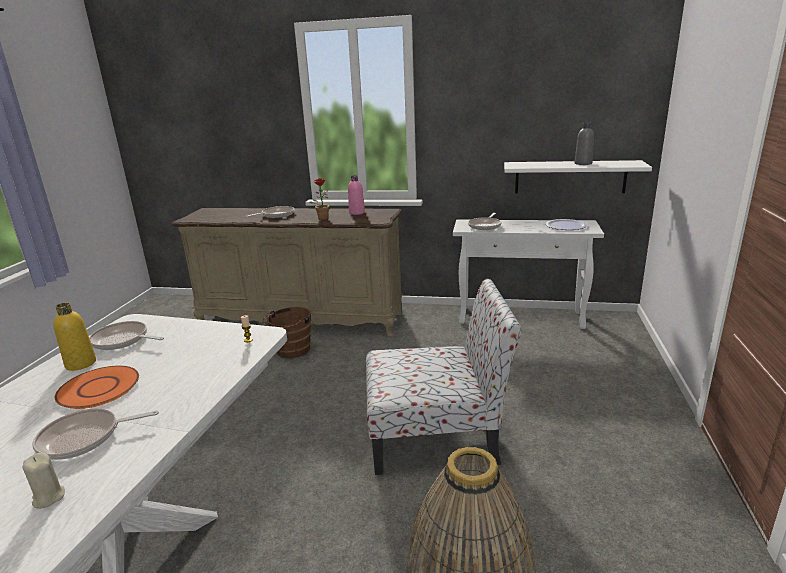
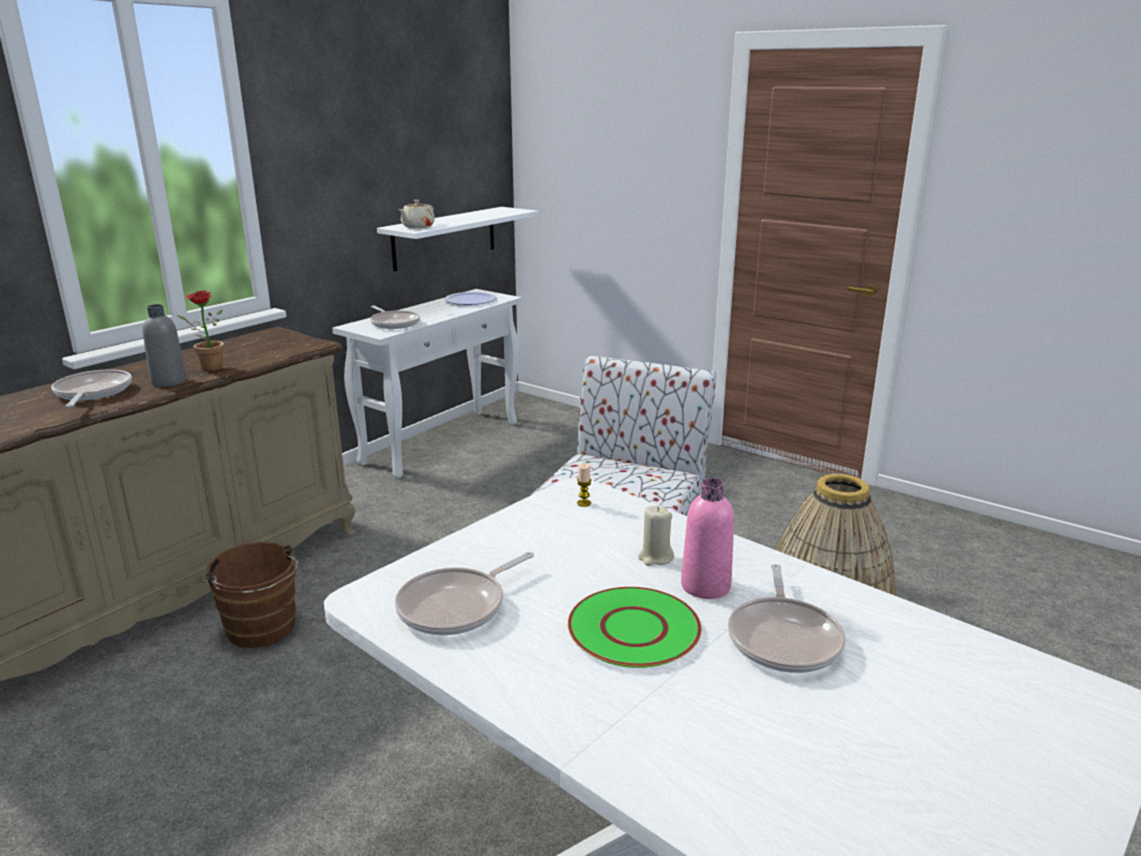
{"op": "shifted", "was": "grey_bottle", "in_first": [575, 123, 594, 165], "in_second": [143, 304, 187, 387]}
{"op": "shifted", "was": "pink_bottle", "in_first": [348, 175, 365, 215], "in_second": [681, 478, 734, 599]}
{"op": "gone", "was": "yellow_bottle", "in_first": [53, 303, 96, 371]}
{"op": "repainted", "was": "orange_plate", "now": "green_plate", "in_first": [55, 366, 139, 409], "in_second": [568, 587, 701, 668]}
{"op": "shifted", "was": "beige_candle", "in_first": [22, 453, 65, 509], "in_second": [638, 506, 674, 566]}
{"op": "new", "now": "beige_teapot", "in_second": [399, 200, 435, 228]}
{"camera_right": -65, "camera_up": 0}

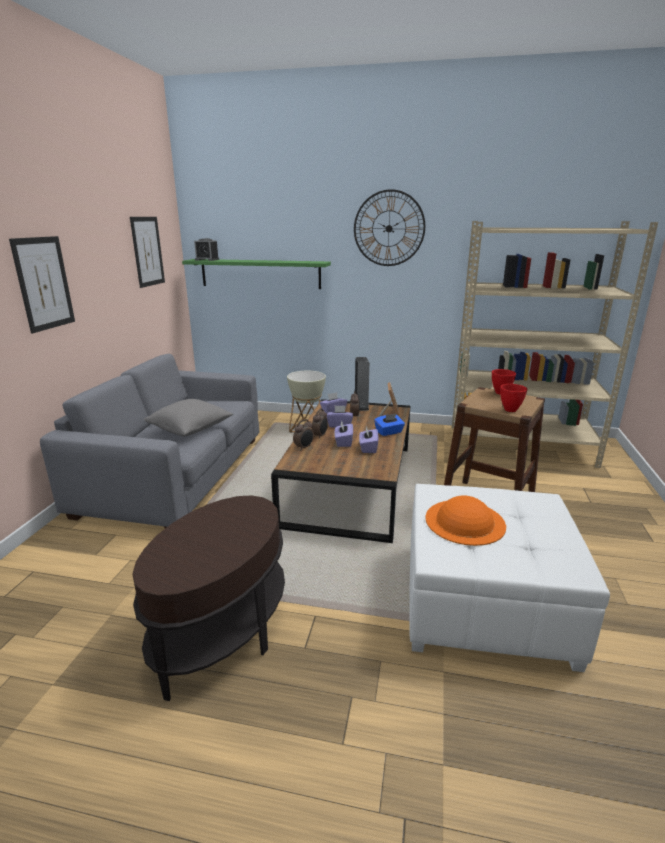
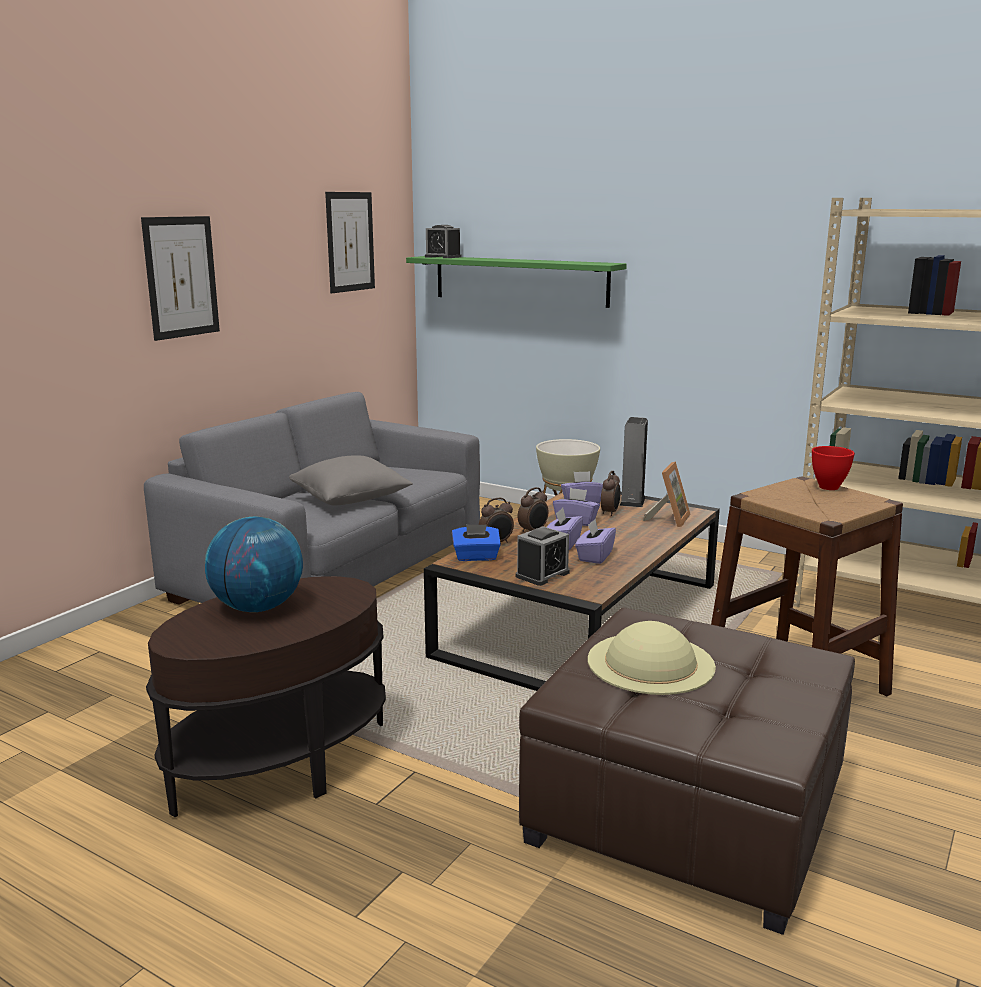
{"op": "gone", "was": "wall_clock", "in_first": [354, 189, 425, 266]}
{"op": "gone", "was": "red_bowl", "in_first": [500, 384, 527, 412]}
{"op": "shifted", "was": "blue_tissue_box", "in_first": [374, 414, 405, 436], "in_second": [452, 524, 501, 561]}
{"op": "repainted", "was": "white_ottoman", "now": "brown_ottoman", "in_first": [409, 484, 610, 672], "in_second": [519, 607, 855, 935]}
{"op": "repainted", "was": "orange_hat", "now": "beige_hat", "in_first": [425, 495, 506, 546], "in_second": [588, 621, 716, 695]}
{"op": "new", "now": "globe", "in_second": [205, 517, 303, 612]}
{"op": "new", "now": "alarm_clock", "in_second": [516, 526, 570, 586]}
{"camera_right": 20, "camera_up": -5}

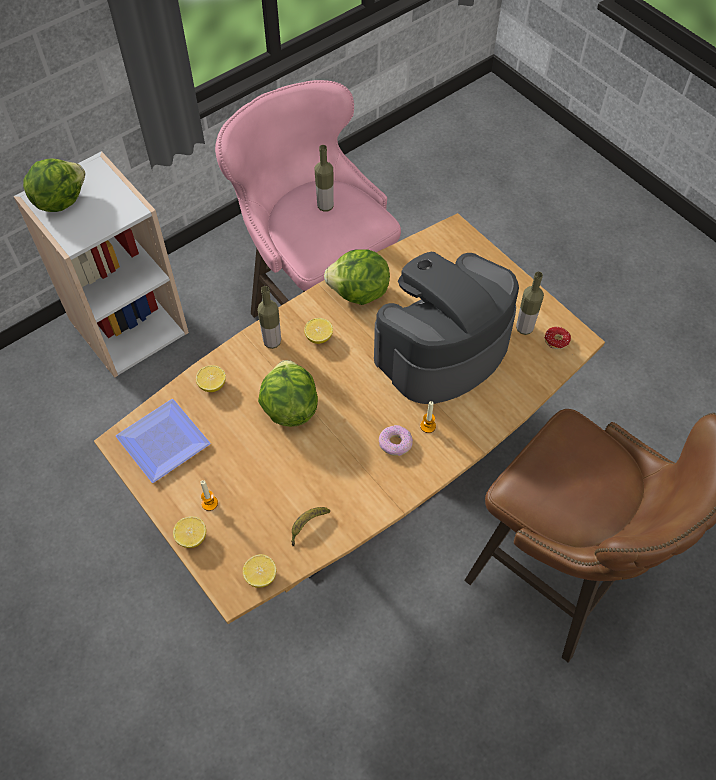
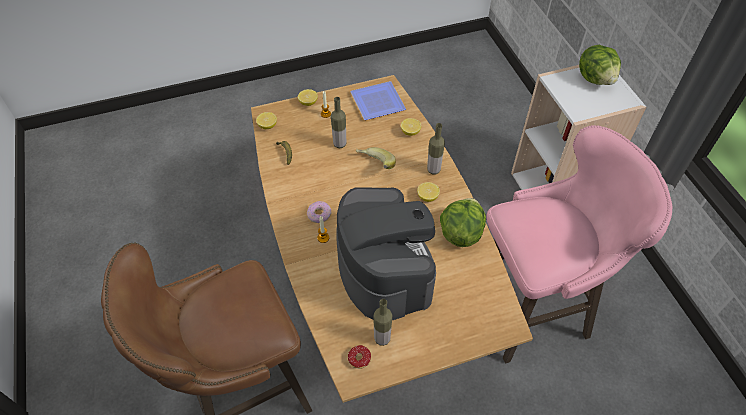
{"op": "shifted", "was": "bottle", "in_first": [315, 145, 334, 212], "in_second": [331, 97, 346, 148]}
{"op": "swapped", "was": "lettuce", "now": "banana", "in_first": [258, 360, 318, 427], "in_second": [356, 147, 396, 169]}
{"camera_right": 110, "camera_up": -5}

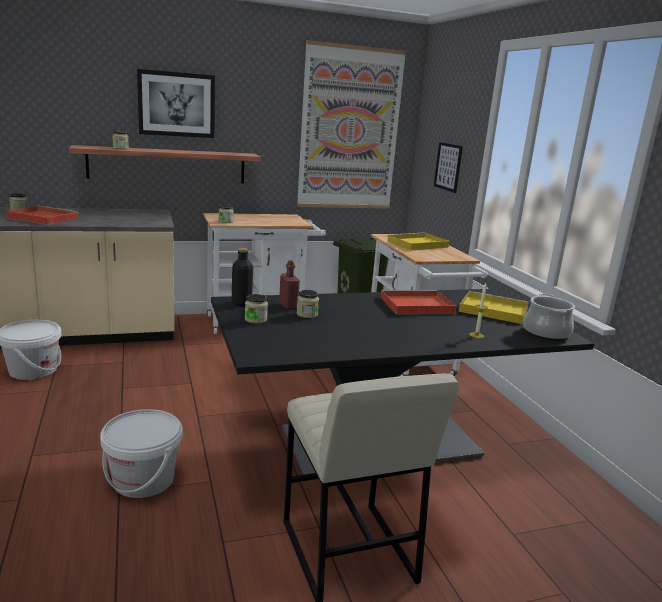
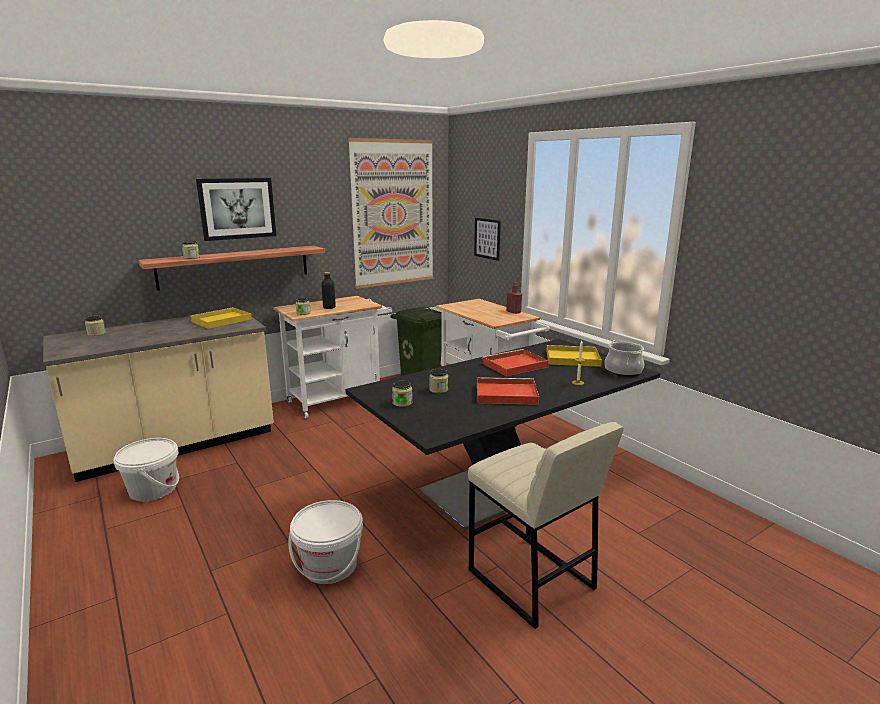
{"op": "shifted", "was": "red_tray", "in_first": [7, 205, 79, 225], "in_second": [477, 377, 539, 405]}
{"op": "shifted", "was": "yellow_tray", "in_first": [387, 232, 449, 250], "in_second": [190, 307, 252, 329]}
{"op": "shifted", "was": "black_bottle", "in_first": [232, 248, 253, 306], "in_second": [321, 272, 336, 309]}
{"op": "shifted", "was": "red_bottle", "in_first": [279, 260, 300, 309], "in_second": [506, 282, 522, 314]}
{"camera_right": -15, "camera_up": 0}

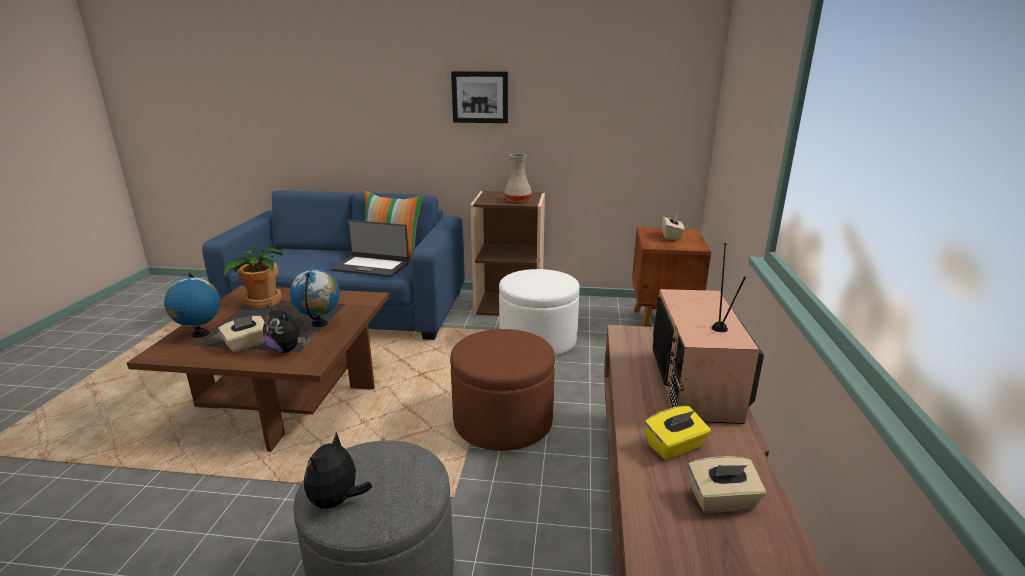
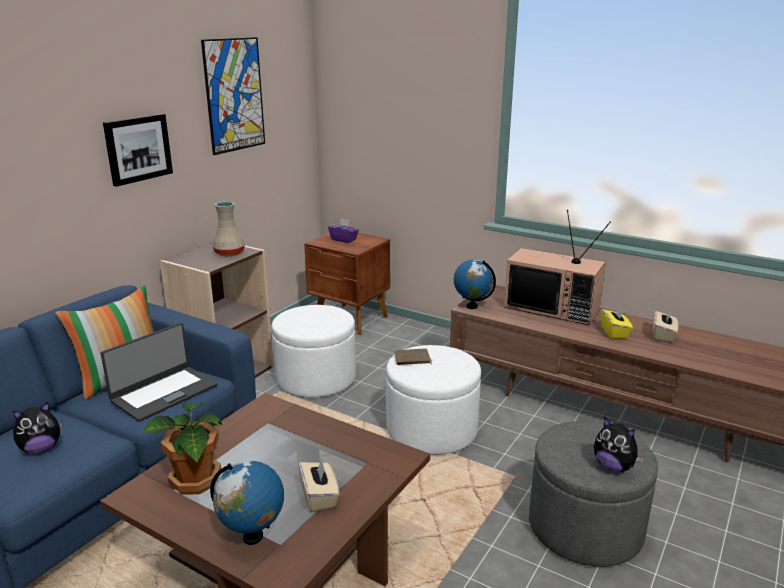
{"op": "repainted", "was": "beige_tissue_box", "now": "purple_tissue_box", "in_first": [662, 214, 684, 240], "in_second": [328, 219, 359, 243]}
{"op": "shifted", "was": "globe", "in_first": [290, 269, 340, 327], "in_second": [454, 260, 496, 309]}
{"op": "shifted", "was": "plush_toy", "in_first": [263, 305, 305, 353], "in_second": [13, 402, 62, 453]}
{"op": "repainted", "was": "brown_ottoman", "now": "white_ottoman", "in_first": [450, 329, 555, 451], "in_second": [386, 345, 481, 455]}
{"op": "new", "now": "picture", "in_second": [201, 37, 265, 155]}
{"op": "new", "now": "brown_book", "in_second": [394, 348, 433, 365]}
{"camera_right": -65, "camera_up": 0}

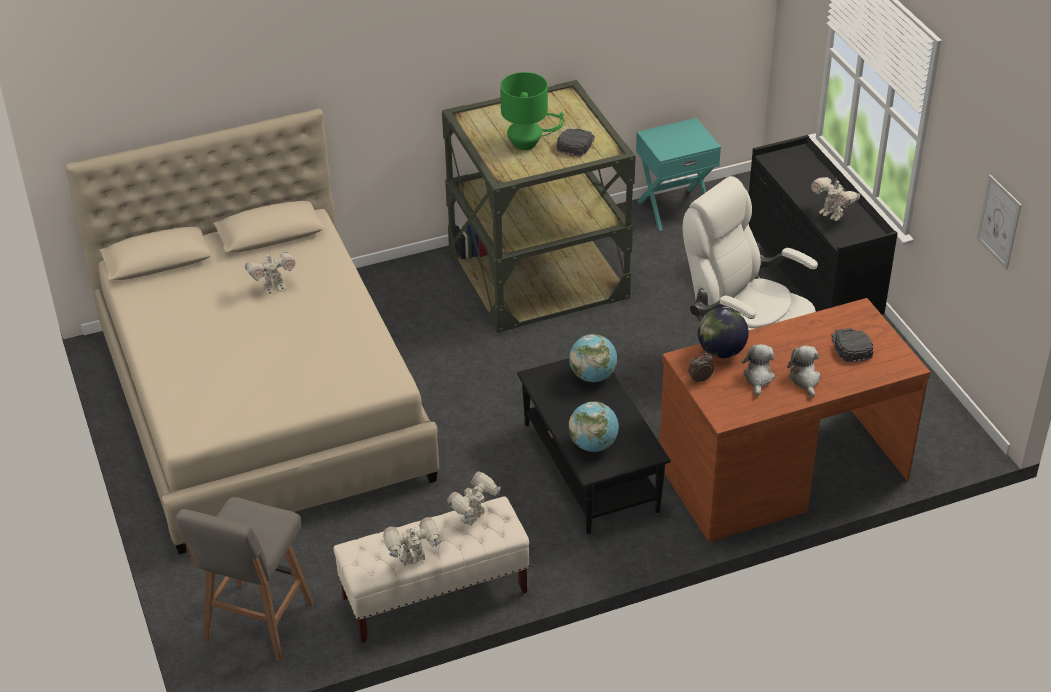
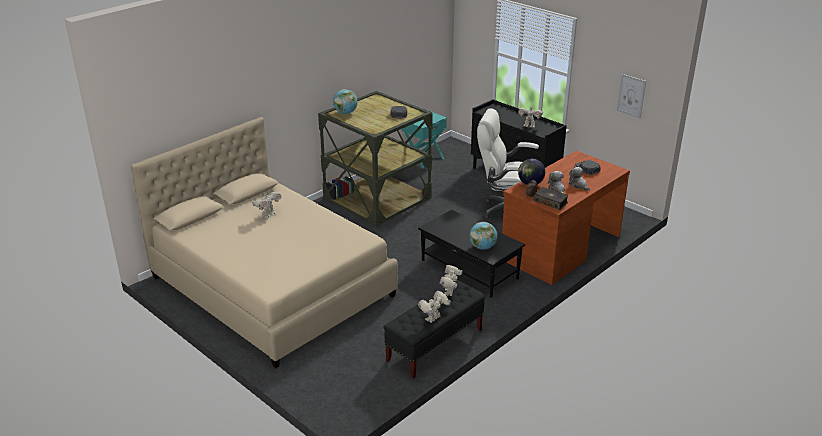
{"op": "gone", "was": "green_table_lamp", "in_first": [500, 72, 565, 150]}
{"op": "shifted", "was": "globe", "in_first": [569, 334, 617, 382], "in_second": [333, 89, 358, 114]}
{"op": "repainted", "was": "beige_bench", "now": "black_bench", "in_first": [333, 496, 530, 643], "in_second": [384, 280, 485, 379]}
{"op": "gone", "was": "grey_stool", "in_first": [176, 497, 314, 661]}
{"op": "new", "now": "book", "in_second": [534, 187, 568, 210]}
{"camera_right": -25, "camera_up": -10}

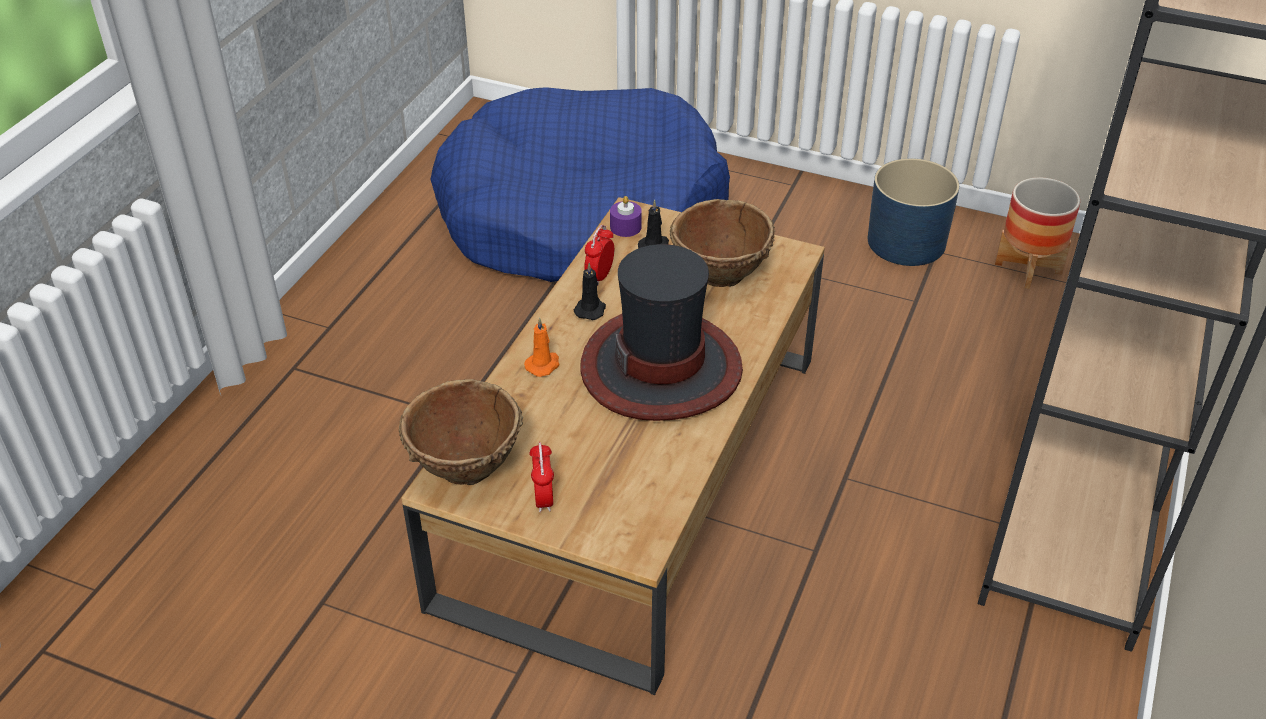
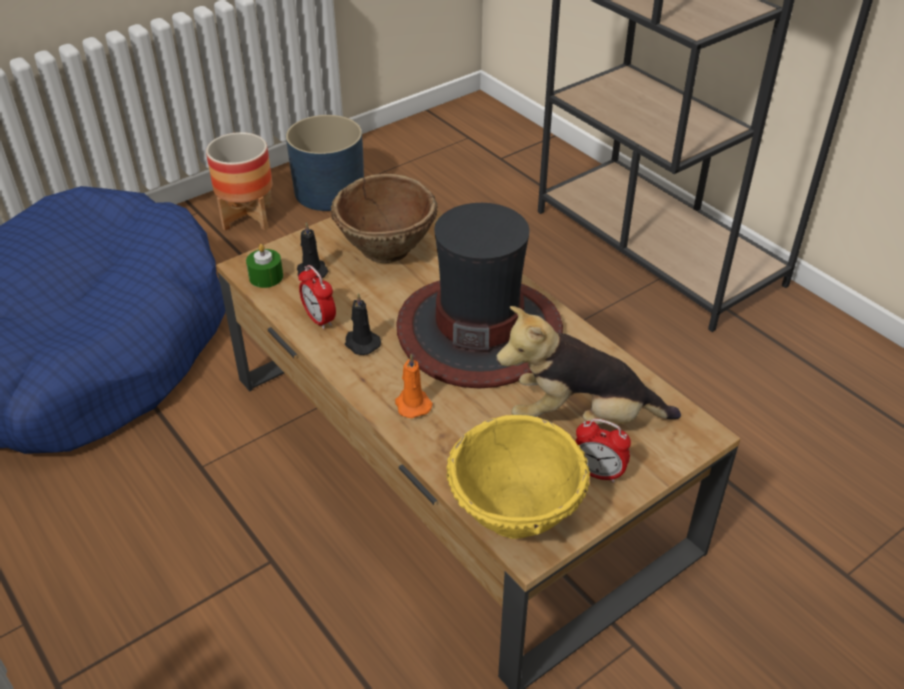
{"op": "shifted", "was": "planter", "in_first": [995, 178, 1080, 289], "in_second": [206, 132, 273, 231]}
{"op": "repainted", "was": "purple_candle", "now": "green_candle", "in_first": [610, 196, 642, 237], "in_second": [246, 244, 283, 288]}
{"op": "repainted", "was": "brown_bowl", "now": "yellow_bowl", "in_first": [399, 379, 523, 485], "in_second": [446, 415, 590, 539]}
{"op": "new", "now": "plush_toy", "in_second": [496, 306, 681, 424]}
{"camera_right": -60, "camera_up": 0}

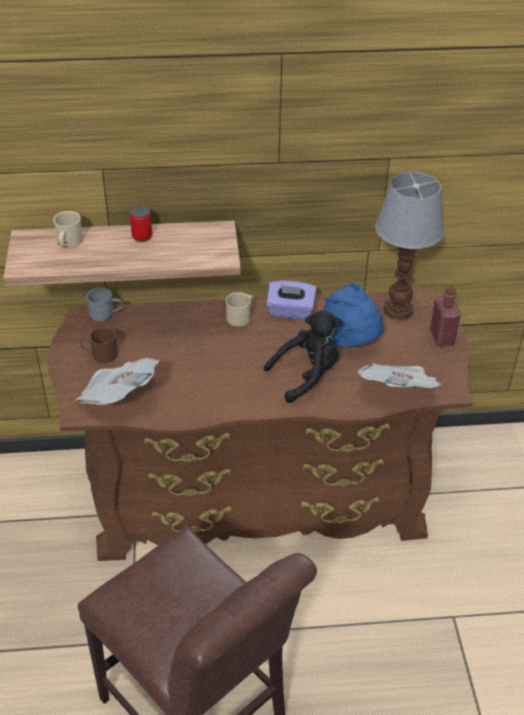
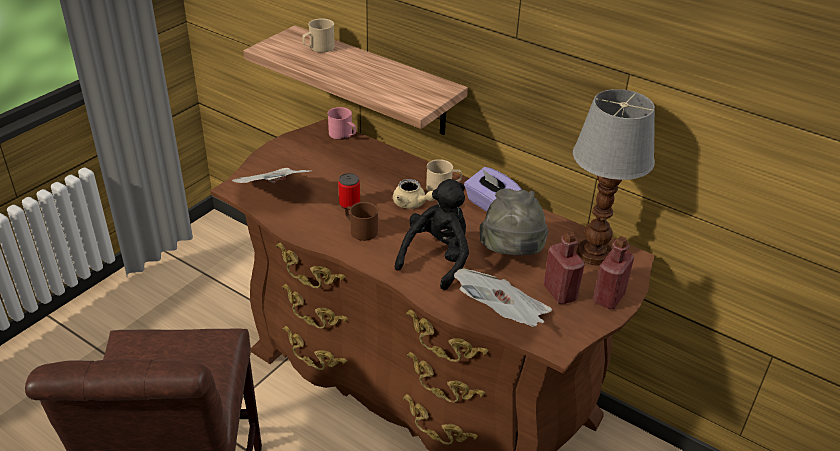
{"op": "shifted", "was": "can", "in_first": [130, 205, 152, 242], "in_second": [338, 173, 360, 210]}
{"op": "repainted", "was": "blue_hat", "now": "grey_hat", "in_first": [323, 283, 384, 347], "in_second": [480, 188, 548, 255]}
{"op": "repainted", "was": "grey_mug", "now": "pink_mug", "in_first": [86, 287, 122, 322], "in_second": [327, 107, 356, 140]}
{"op": "rotated", "was": "black_plush_toy", "in_first": [264, 310, 342, 403], "in_second": [395, 179, 469, 290], "clockwise": -75}
{"op": "shifted", "was": "brown_mug", "in_first": [81, 327, 118, 363], "in_second": [345, 202, 378, 241]}
{"op": "new", "now": "beige_teapot", "in_second": [393, 179, 435, 209]}
{"op": "new", "now": "red_bottle", "in_second": [543, 231, 585, 304]}
{"camera_right": 40, "camera_up": -5}

